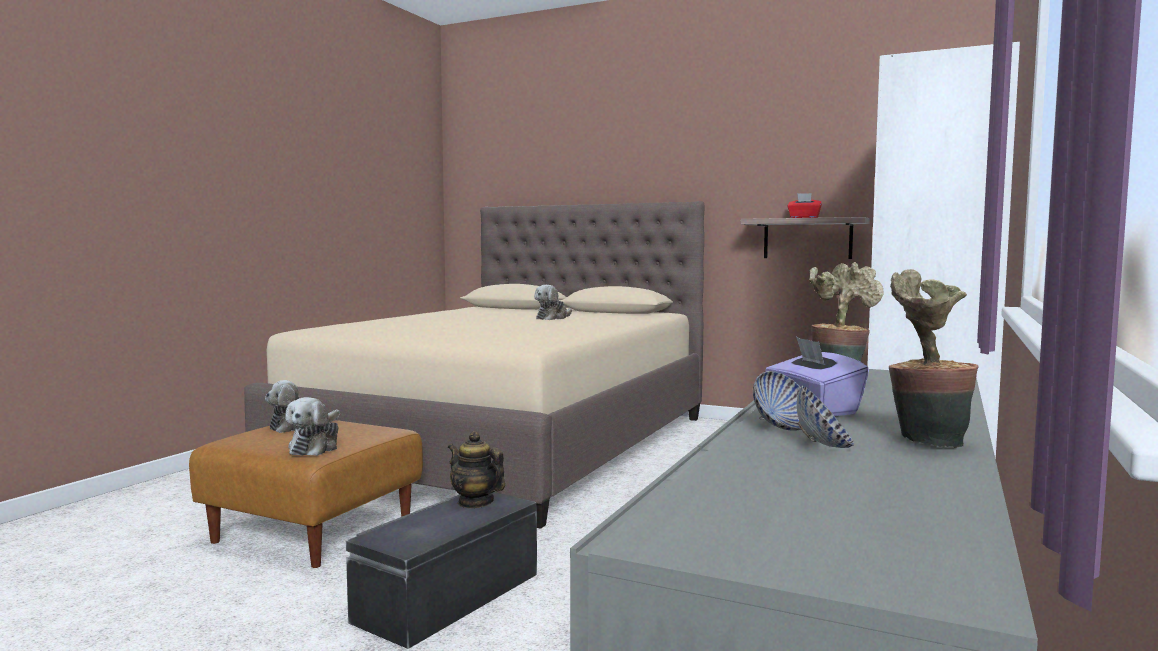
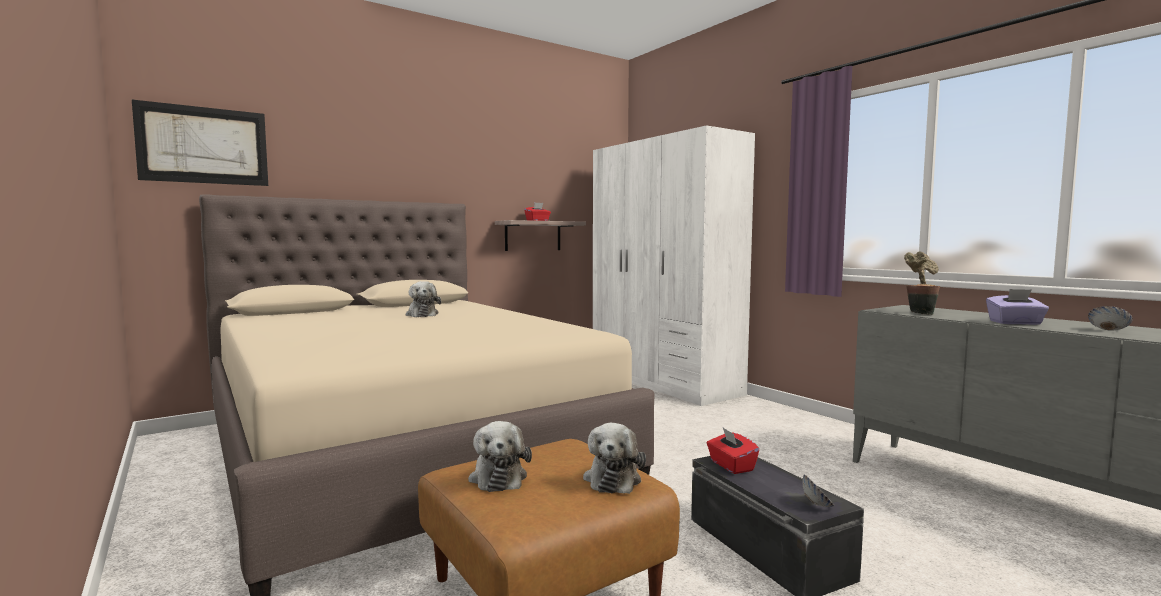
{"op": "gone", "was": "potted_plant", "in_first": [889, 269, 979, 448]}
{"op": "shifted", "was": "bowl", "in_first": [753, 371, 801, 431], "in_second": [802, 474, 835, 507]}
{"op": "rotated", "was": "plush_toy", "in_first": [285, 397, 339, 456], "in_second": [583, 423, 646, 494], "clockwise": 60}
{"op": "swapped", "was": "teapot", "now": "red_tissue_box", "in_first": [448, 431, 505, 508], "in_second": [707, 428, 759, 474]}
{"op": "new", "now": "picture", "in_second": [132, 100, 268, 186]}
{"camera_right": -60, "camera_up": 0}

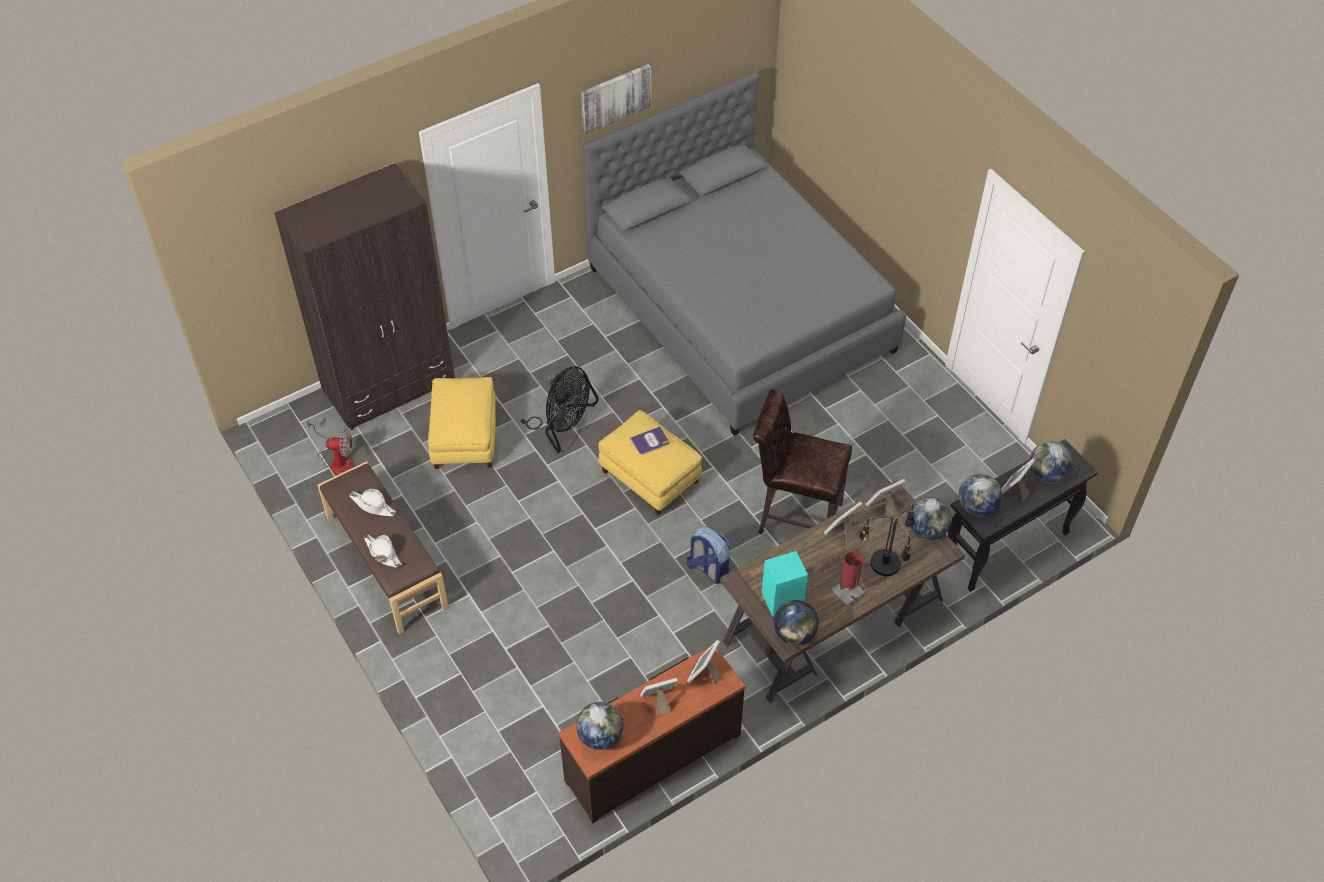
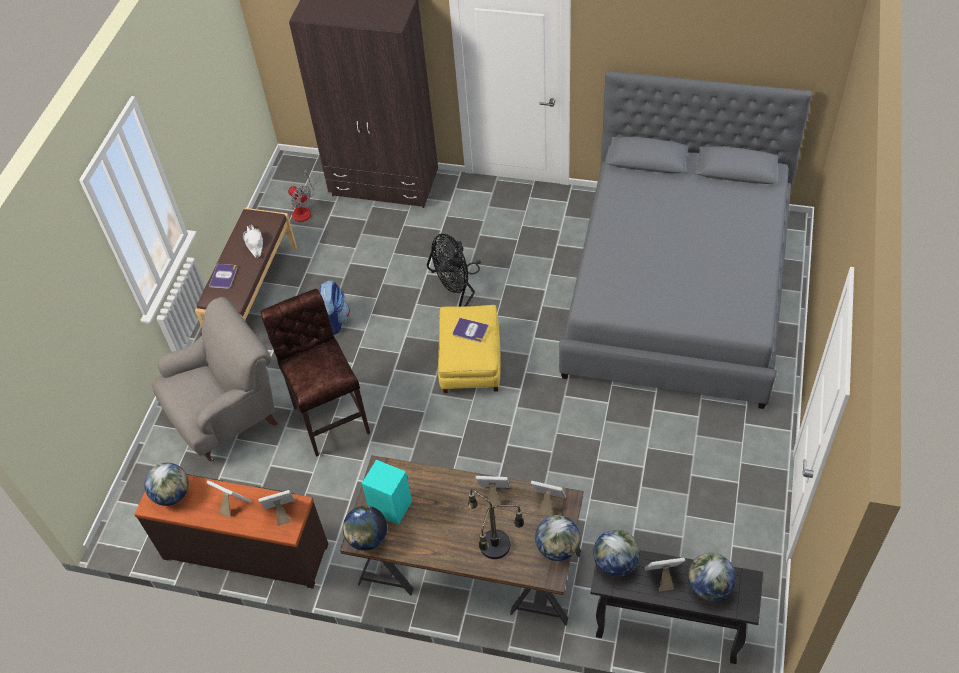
{"op": "gone", "was": "picture", "in_first": [581, 64, 652, 134]}
{"op": "rotated", "was": "black_fan", "in_first": [521, 366, 598, 454], "in_second": [427, 234, 482, 307], "clockwise": 75}
{"op": "gone", "was": "yellow_ottoman", "in_first": [428, 377, 496, 469]}
{"op": "shifted", "was": "brown_stool", "in_first": [753, 389, 852, 534], "in_second": [261, 289, 370, 457]}
{"op": "shifted", "was": "backpack", "in_first": [686, 526, 730, 584], "in_second": [320, 280, 350, 335]}
{"op": "swapped", "was": "white_hat", "now": "book", "in_first": [364, 535, 402, 567], "in_second": [209, 264, 237, 289]}
{"op": "gone", "was": "red_table_lamp", "in_first": [832, 551, 865, 605]}
{"op": "new", "now": "grey_armchair", "in_second": [152, 297, 278, 462]}
{"camera_right": 50, "camera_up": 0}

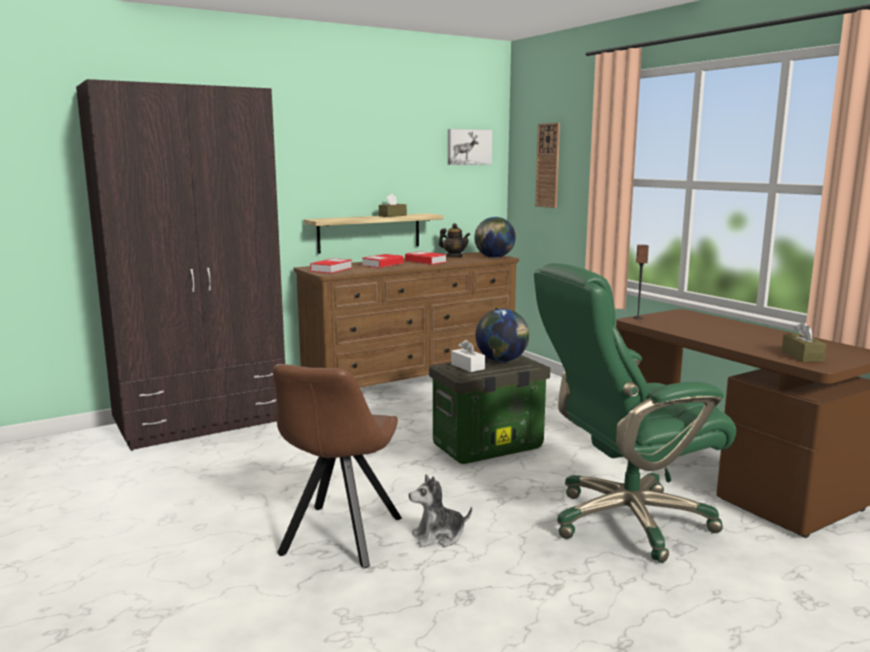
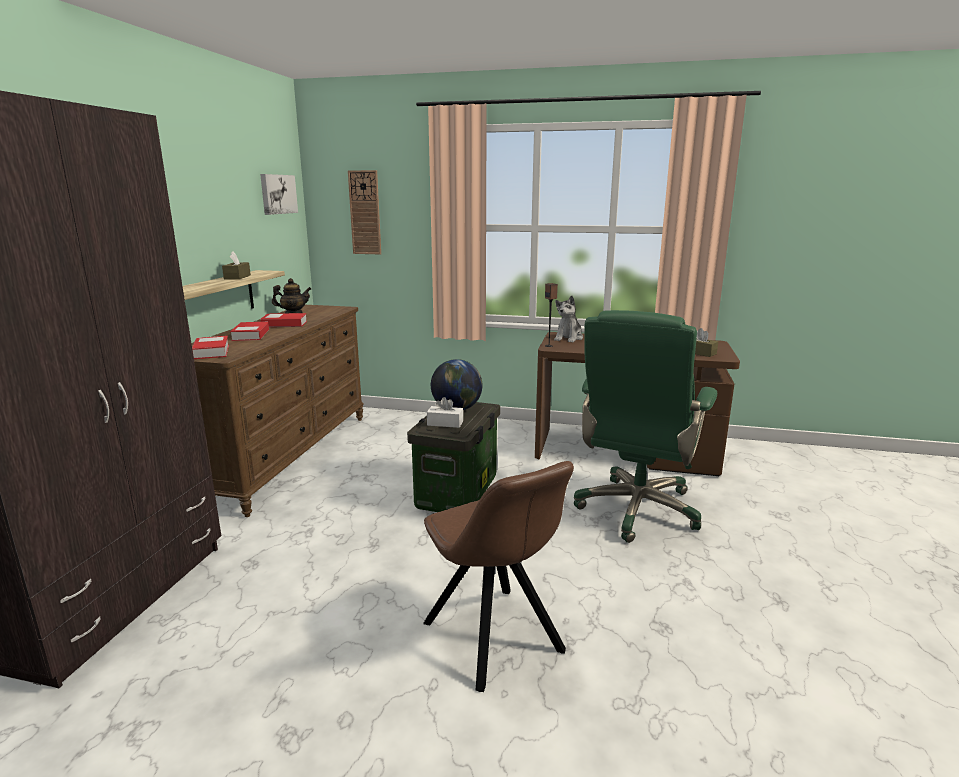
{"op": "gone", "was": "globe", "in_first": [474, 217, 516, 258]}
{"op": "shifted", "was": "plush_toy", "in_first": [409, 474, 472, 547], "in_second": [554, 295, 583, 343]}
{"camera_right": -45, "camera_up": 5}

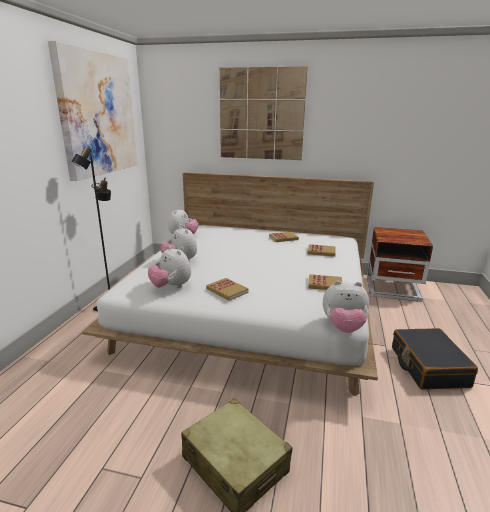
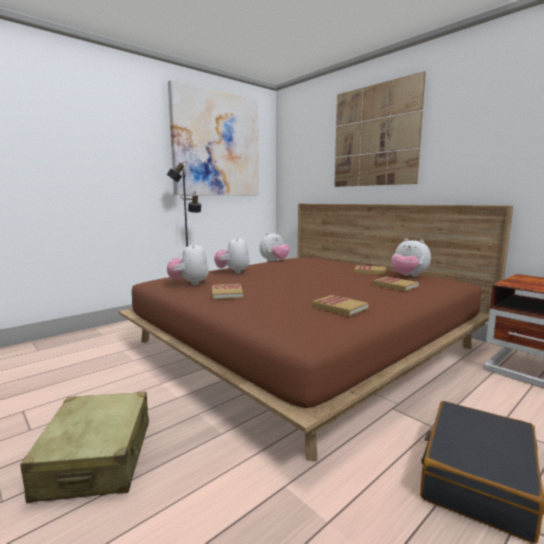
{"op": "repainted", "was": "white_bed", "now": "brown_bed", "in_first": [82, 172, 378, 396], "in_second": [119, 204, 513, 461]}
{"op": "shifted", "was": "plush_toy", "in_first": [323, 281, 369, 333], "in_second": [391, 238, 431, 277]}
{"camera_right": 35, "camera_up": -10}

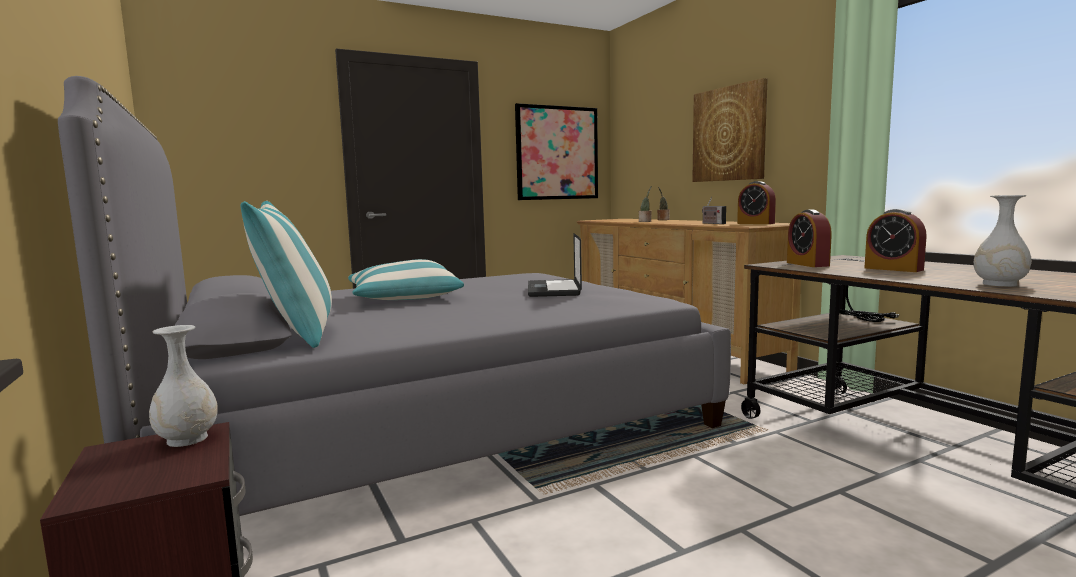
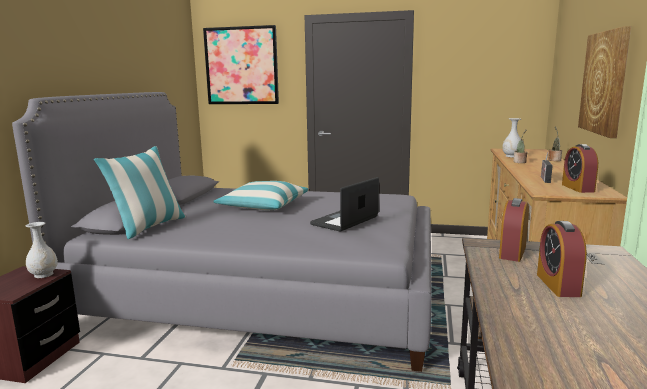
{"op": "shifted", "was": "picture", "in_first": [515, 103, 598, 200], "in_second": [203, 25, 279, 104]}
{"op": "shifted", "was": "white_vase", "in_first": [973, 195, 1032, 287], "in_second": [502, 118, 521, 157]}
{"camera_right": 40, "camera_up": 5}

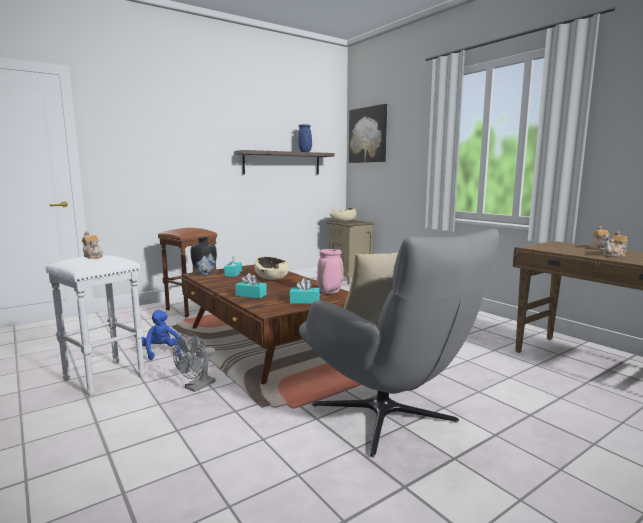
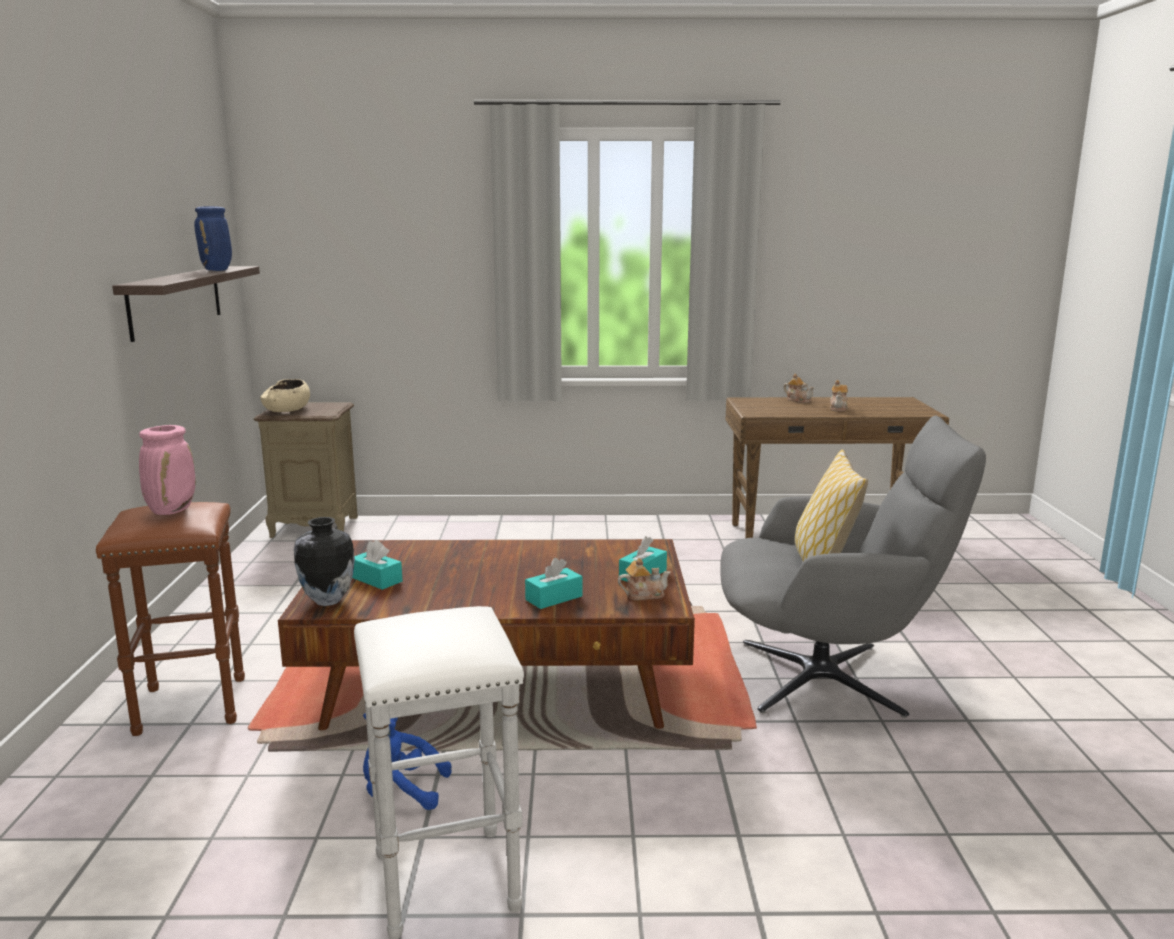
{"op": "gone", "was": "picture", "in_first": [349, 104, 387, 163]}
{"op": "shifted", "was": "teapot", "in_first": [82, 231, 103, 259], "in_second": [618, 558, 671, 600]}
{"op": "shifted", "was": "pink_vase", "in_first": [317, 249, 344, 294], "in_second": [139, 425, 196, 515]}
{"op": "gone", "was": "beige_bowl", "in_first": [255, 256, 289, 280]}
{"op": "gone", "was": "grey_fan", "in_first": [173, 332, 215, 392]}
{"camera_right": -55, "camera_up": 5}

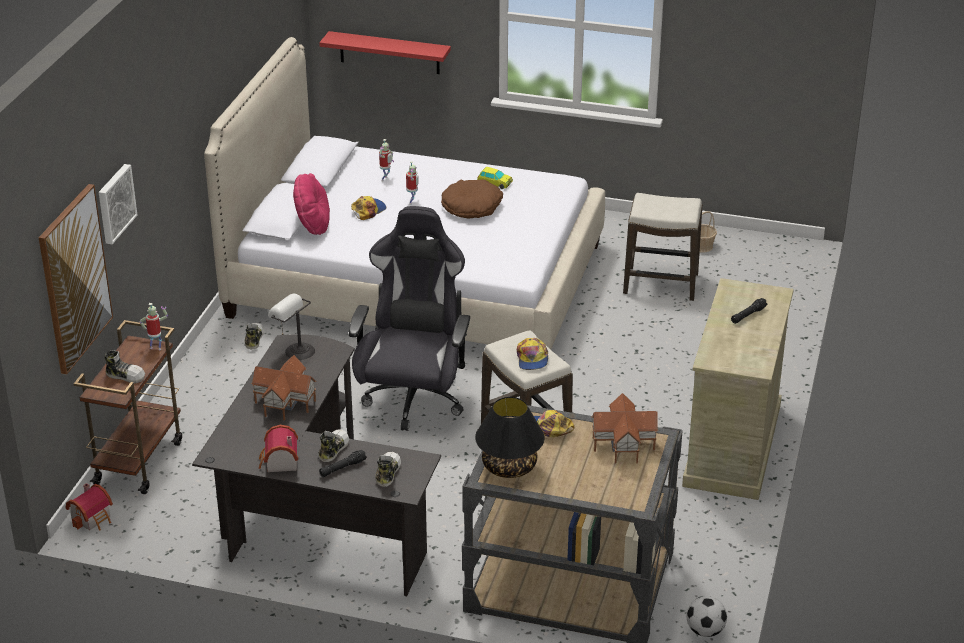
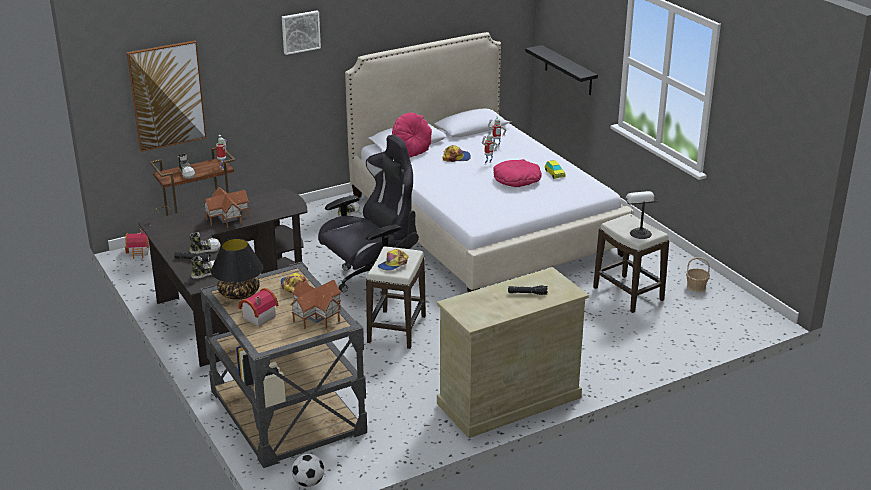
{"op": "repainted", "was": "red_shelf", "now": "black_shelf", "in_first": [319, 31, 451, 74], "in_second": [525, 45, 598, 95]}
{"op": "shifted", "was": "picture", "in_first": [99, 164, 137, 244], "in_second": [282, 11, 321, 55]}
{"op": "repainted", "was": "brown_pillow", "now": "pink_pillow", "in_first": [441, 179, 503, 218], "in_second": [493, 159, 542, 187]}
{"op": "shifted", "was": "table_lamp", "in_first": [268, 294, 315, 360], "in_second": [625, 191, 658, 239]}
{"op": "shifted", "was": "toy_house", "in_first": [259, 425, 298, 472], "in_second": [238, 288, 278, 326]}
{"camera_right": 45, "camera_up": -5}

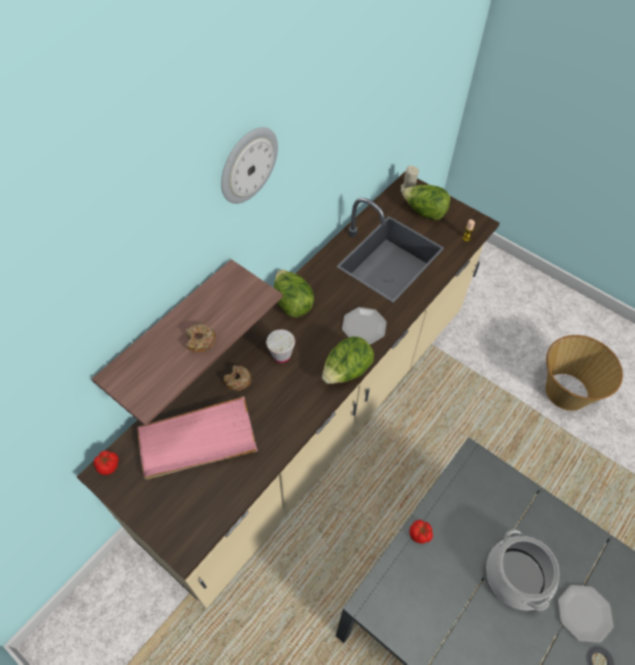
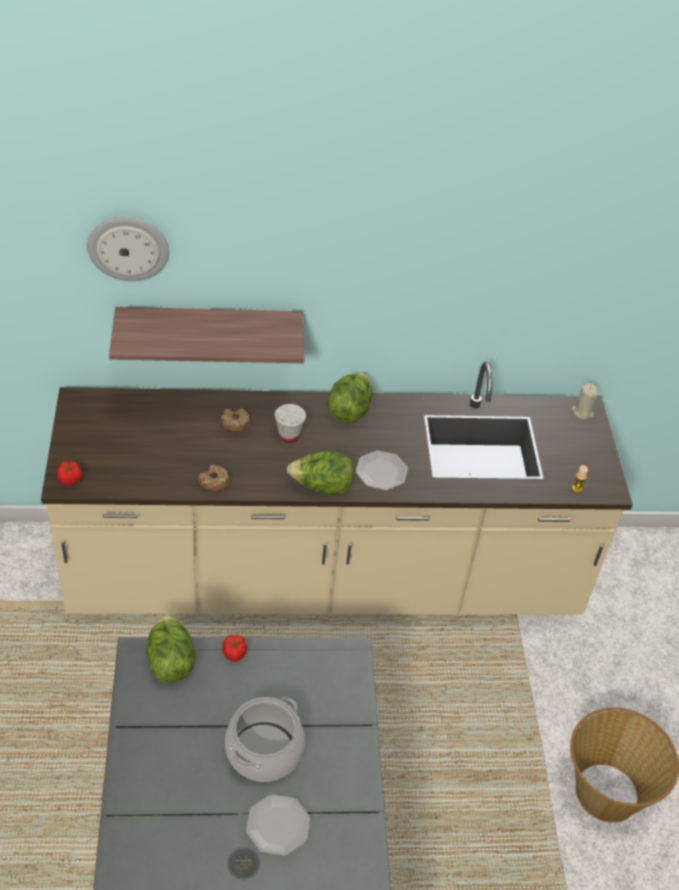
{"op": "shifted", "was": "wall_clock", "in_first": [221, 127, 278, 204], "in_second": [87, 217, 169, 281]}
{"op": "shifted", "was": "lettuce", "in_first": [402, 184, 450, 220], "in_second": [146, 614, 196, 683]}
{"op": "shifted", "was": "donut", "in_first": [186, 324, 216, 352], "in_second": [199, 465, 230, 492]}
{"op": "gone", "was": "pink_tray", "in_first": [137, 396, 258, 479]}
{"op": "shifted", "was": "tomato", "in_first": [94, 451, 119, 475], "in_second": [57, 461, 82, 485]}
{"camera_right": 45, "camera_up": -10}

